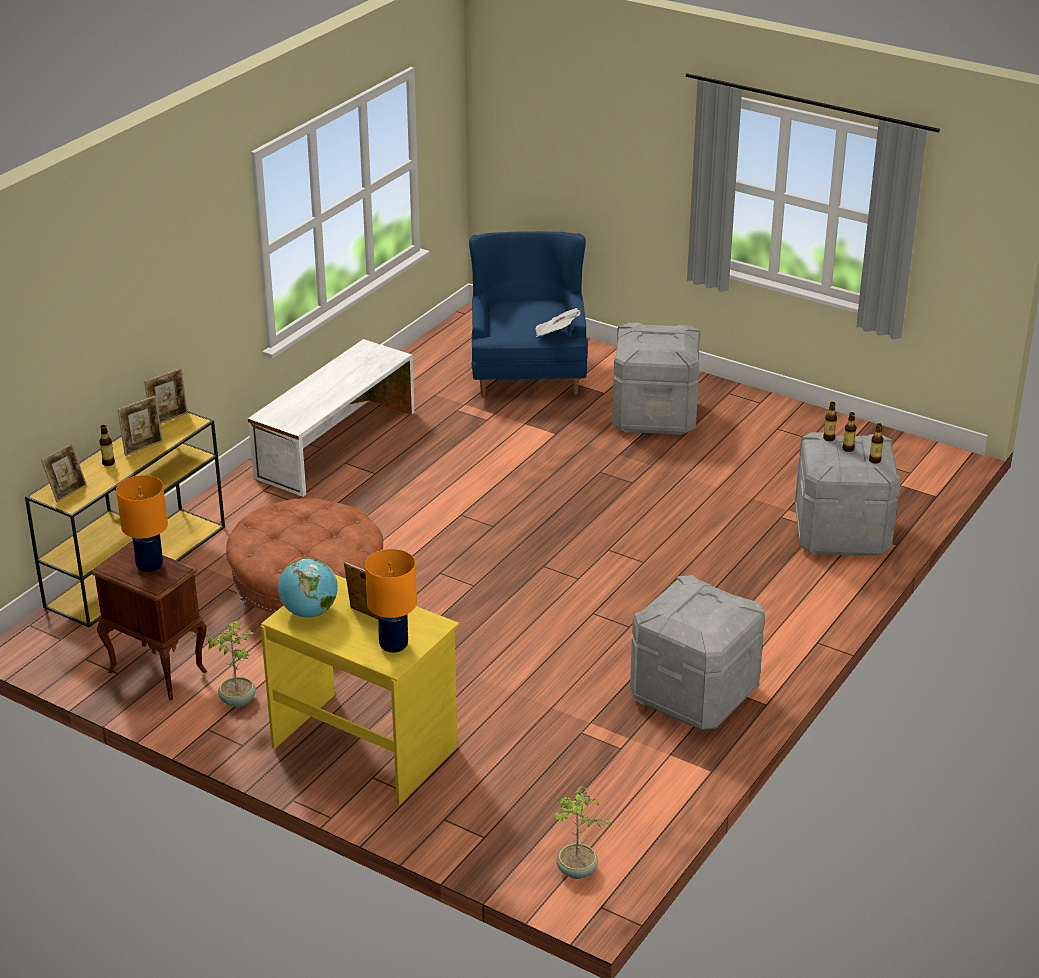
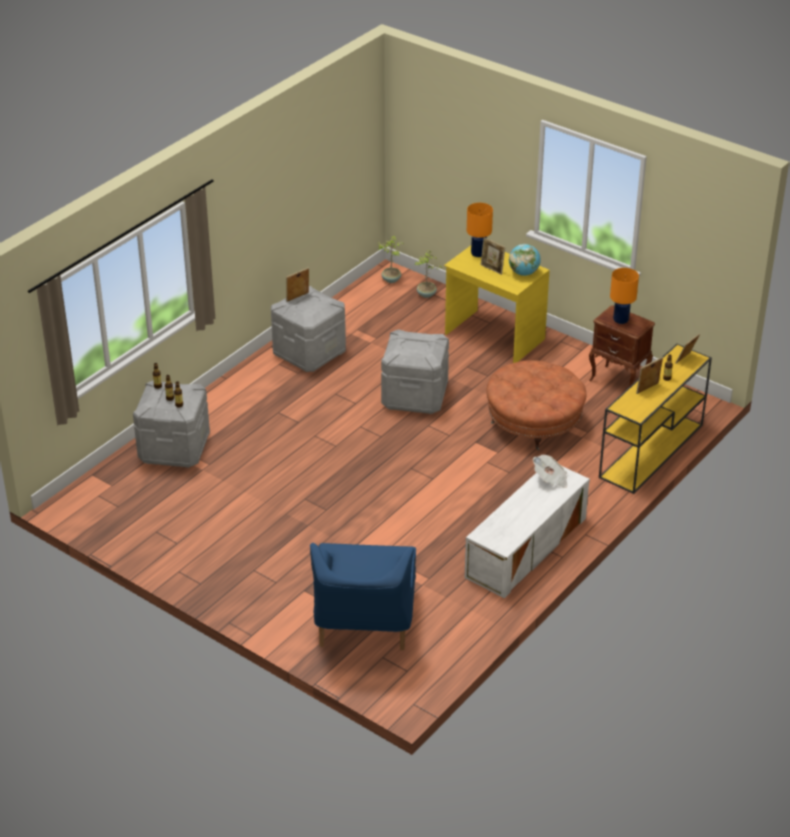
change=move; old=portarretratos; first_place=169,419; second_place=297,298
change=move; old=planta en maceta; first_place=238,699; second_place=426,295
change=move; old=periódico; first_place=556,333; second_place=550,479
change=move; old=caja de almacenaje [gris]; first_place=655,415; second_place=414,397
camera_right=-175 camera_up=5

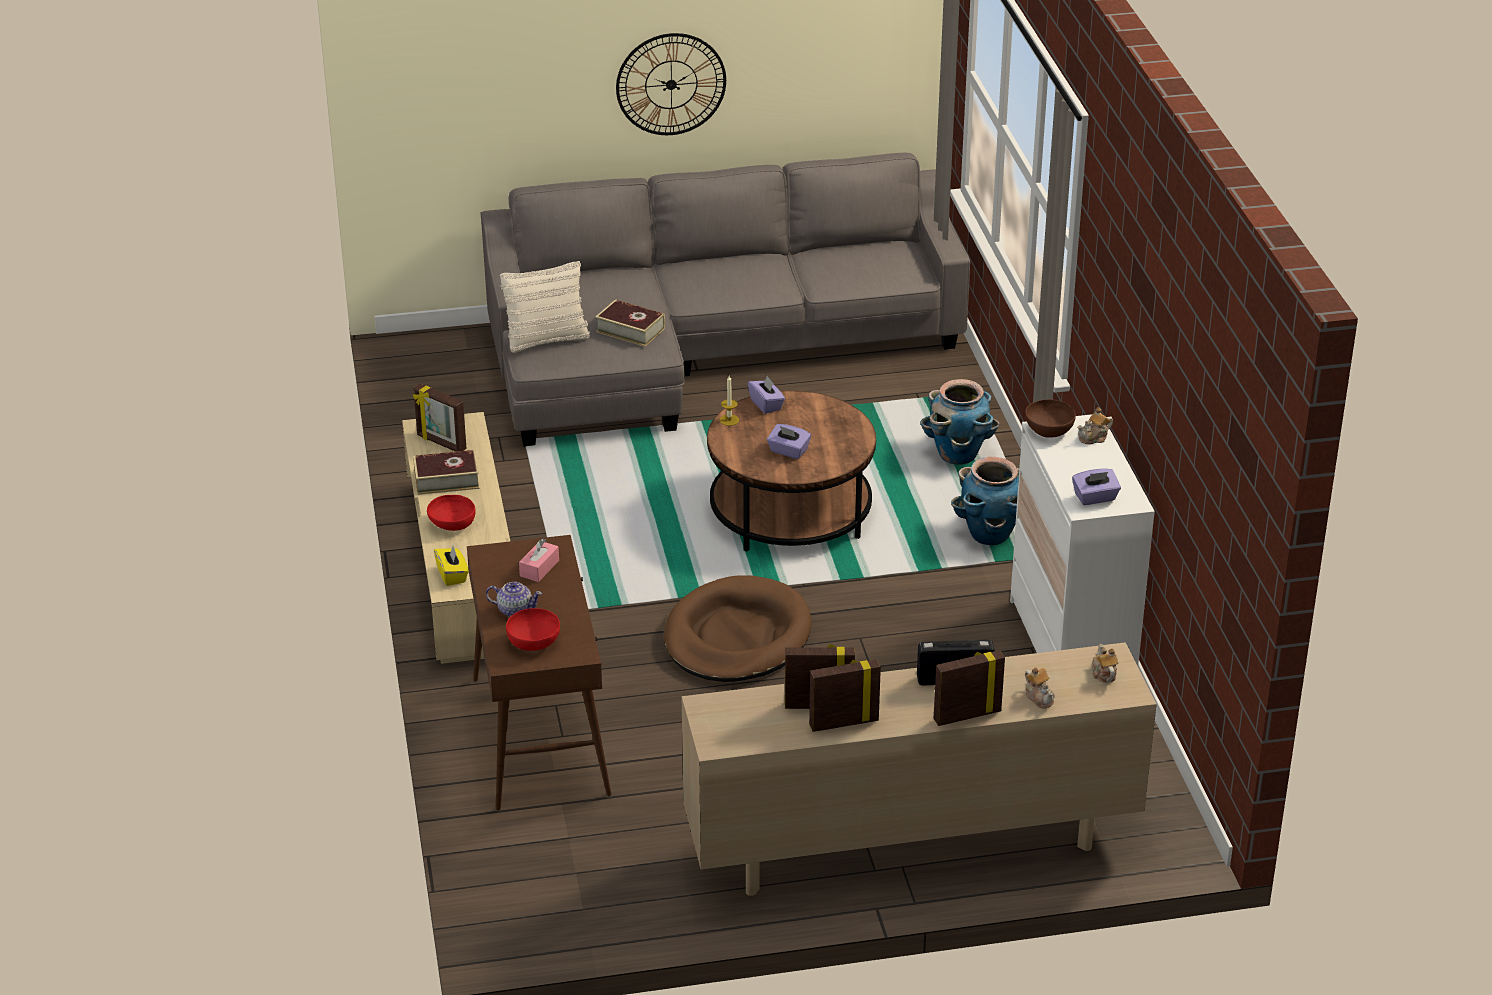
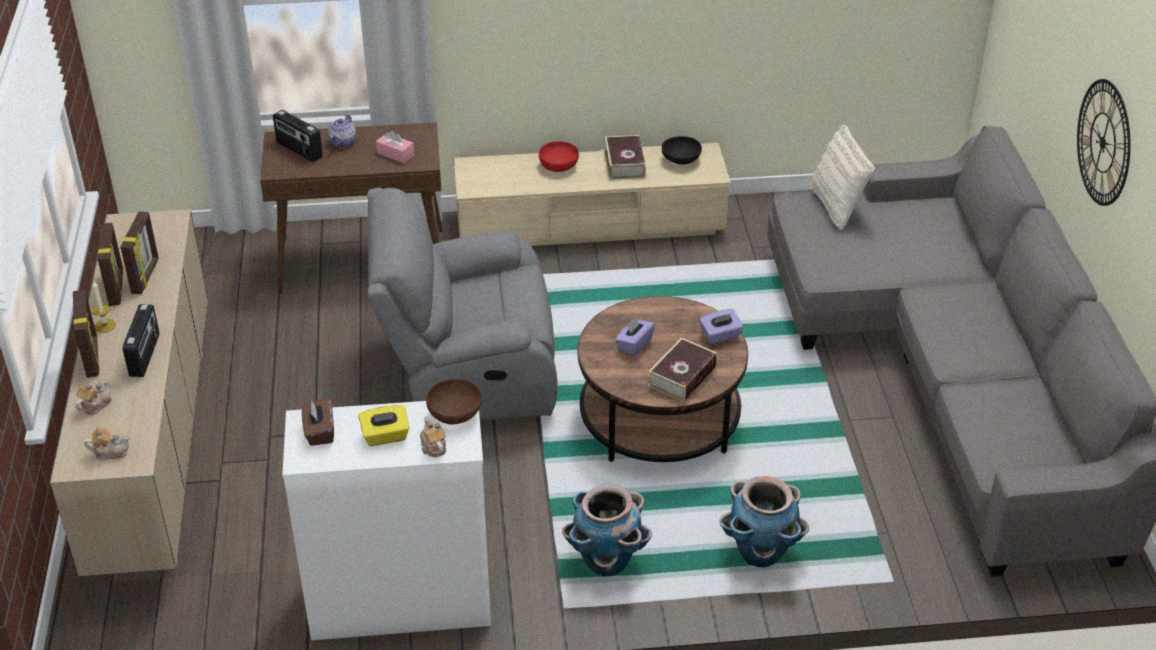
change=move; old=caja de pañuelos [amarillo]; first_place=452,575; second_place=385,436
change=move; old=libro; first_place=630,330; second_place=682,376
change=move; old=vela; first_place=729,420; second_place=105,325
change=replace; old=portarretratos; new=cuenco [negro]; first_place=441,443; second_place=680,161
change=replace; old=cuenco [rojo]; new=radio; first_place=534,642; second_place=299,150
change=replace; old=cama para perro [marrón]; new=sillón [gris]; first_place=736,637; second_place=468,371
change=recolor; old=caja de pañuelos [morado]; new=caja de pañuelos [marrón]; first_place=1095,498; second_place=319,432
change=rotate; old=tetera; first_place=1039,697; second_place=95,405; degrees=150
camera_right=95 camera_up=5

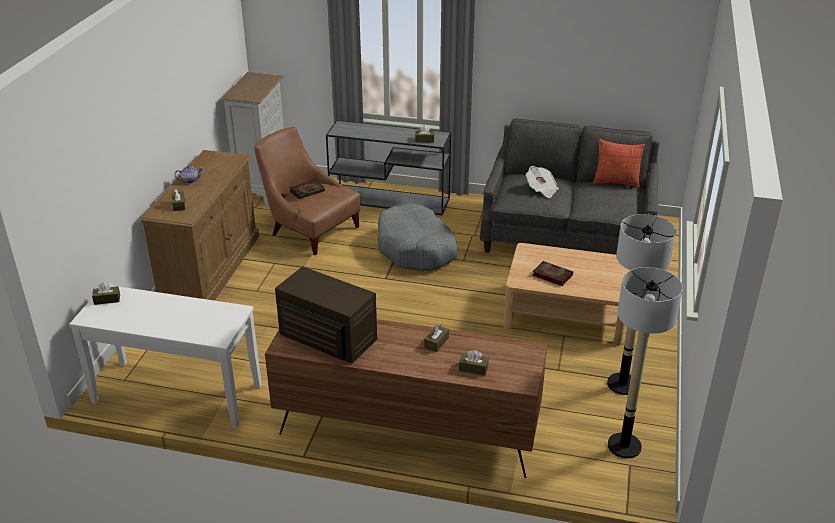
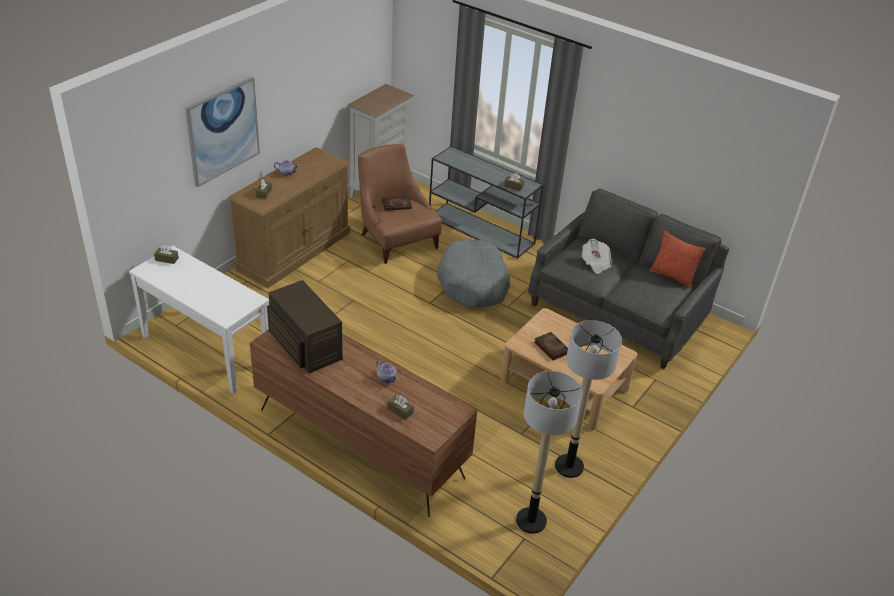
change=insert; new=cuadro; second_place=223,131
change=replace; old=caja de pañuelos [marrón]; new=tetera; first_place=436,343; second_place=387,378
camera_right=20 camera_up=5

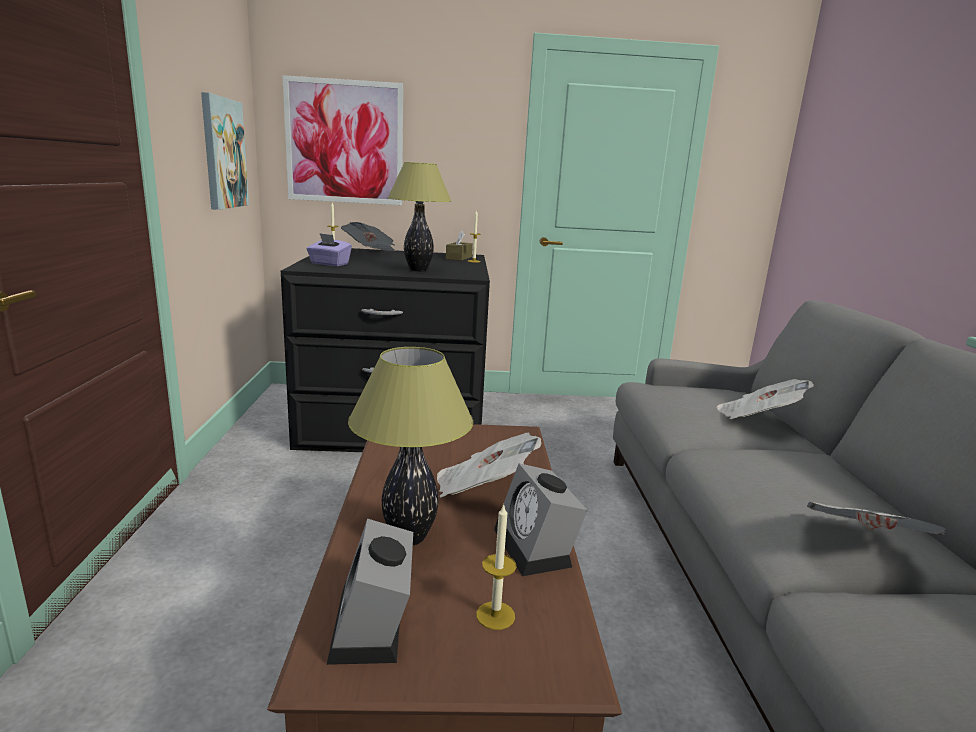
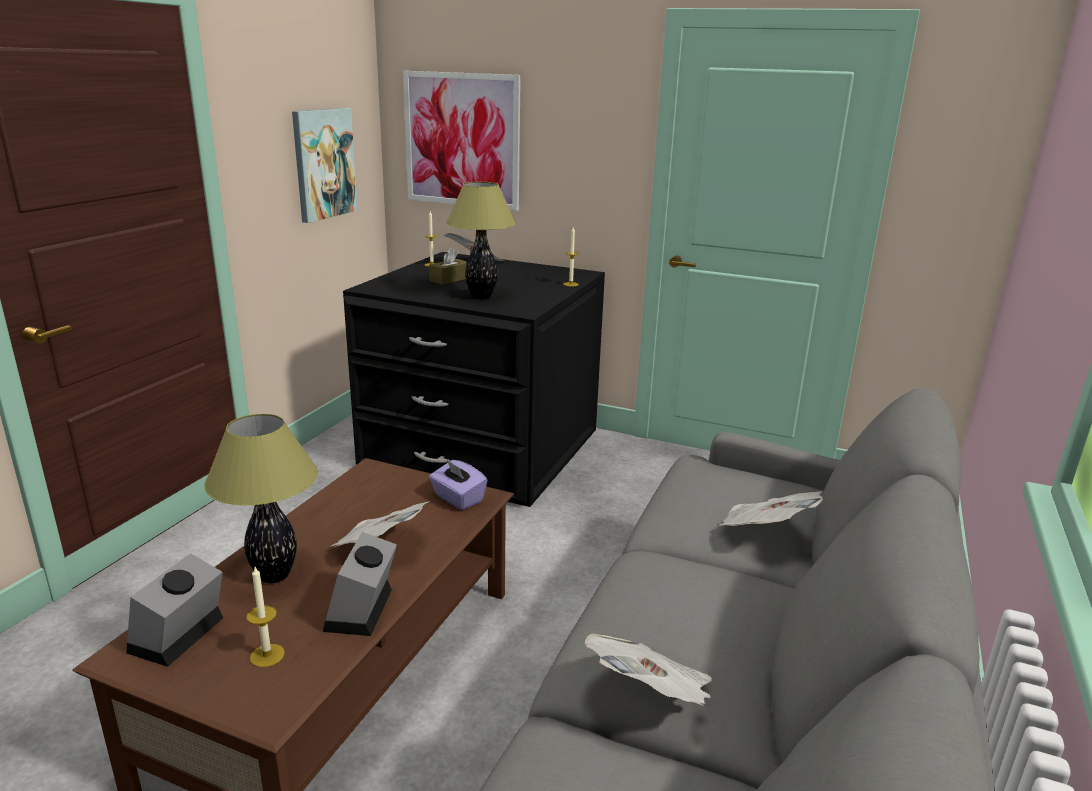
change=move; old=caja de pañuelos [morado]; first_place=329,264; second_place=457,499
change=move; old=caja de pañuelos [marrón]; first_place=459,258; second_place=450,279
camera_right=25 camera_up=5

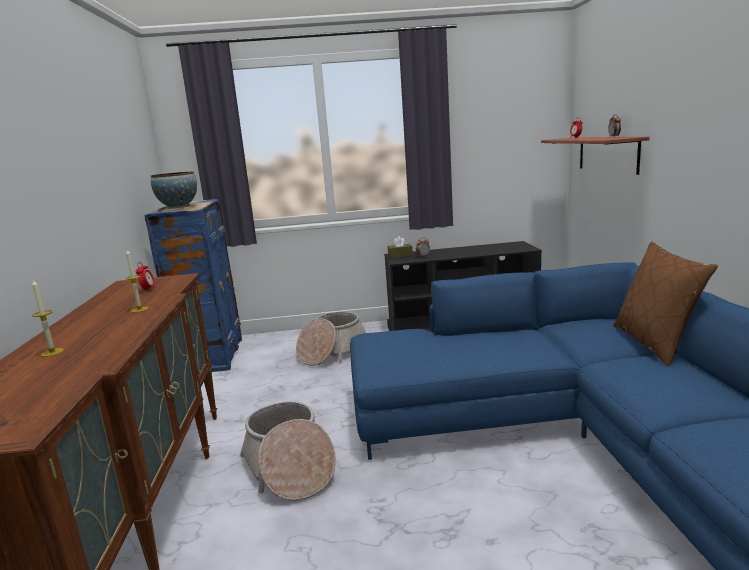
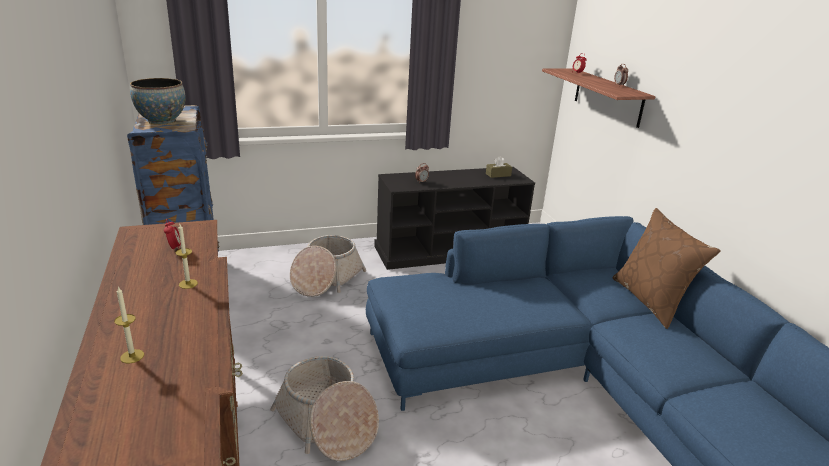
change=move; old=caja de pañuelos [marrón]; first_place=400,255; second_place=498,175
camera_right=-15 camera_up=10

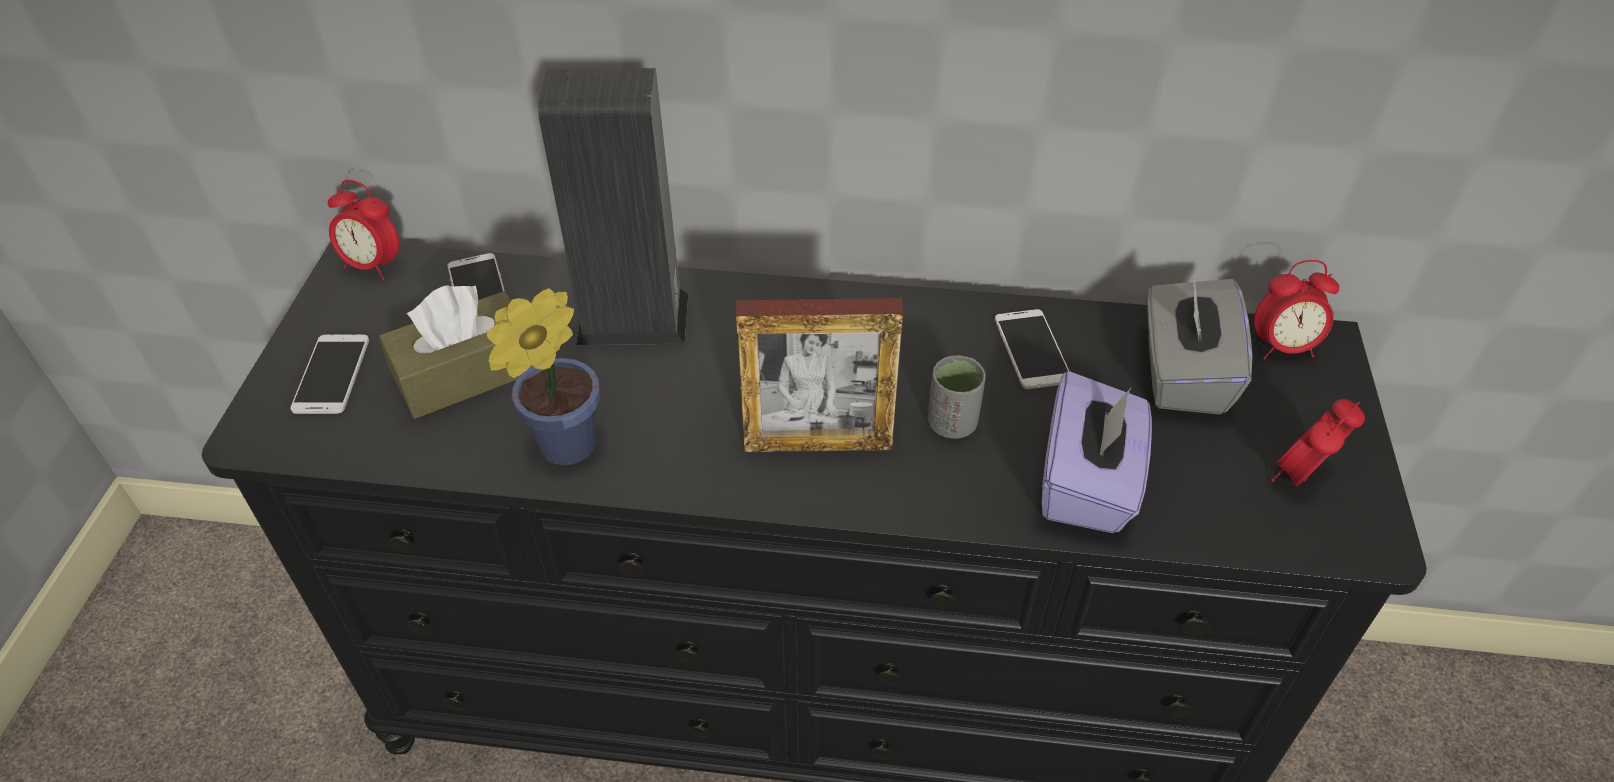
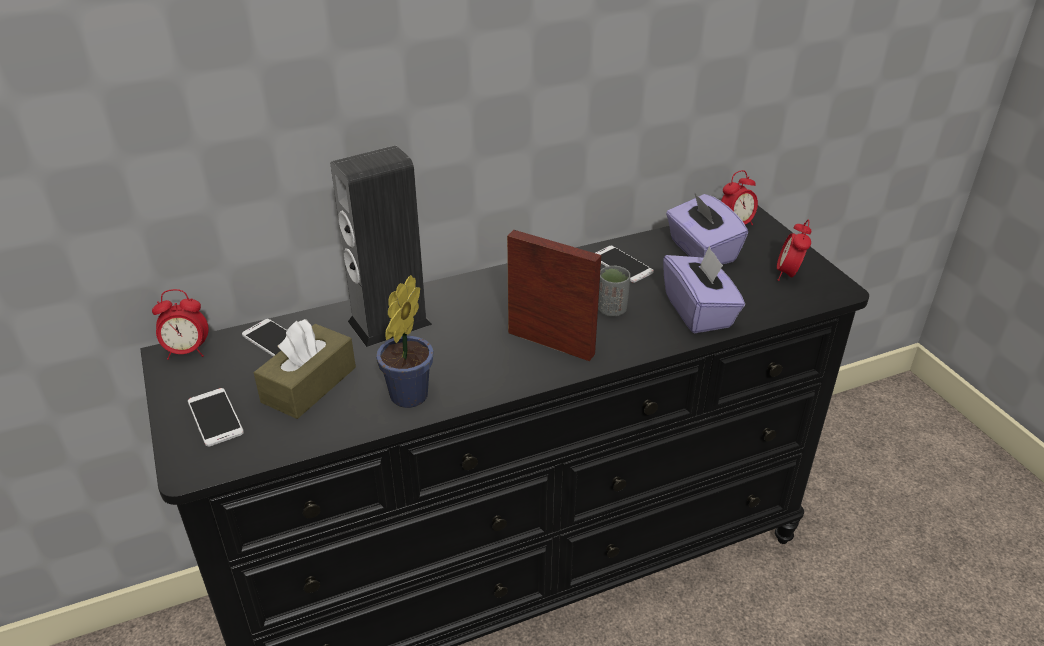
change=recolor; old=caja de pañuelos [gris]; new=caja de pañuelos [morado]; first_place=1182,374; second_place=701,251
change=rotate; old=portarretratos; first_place=818,443; second_place=551,343; degrees=-120
camera_right=-30 camera_up=-10

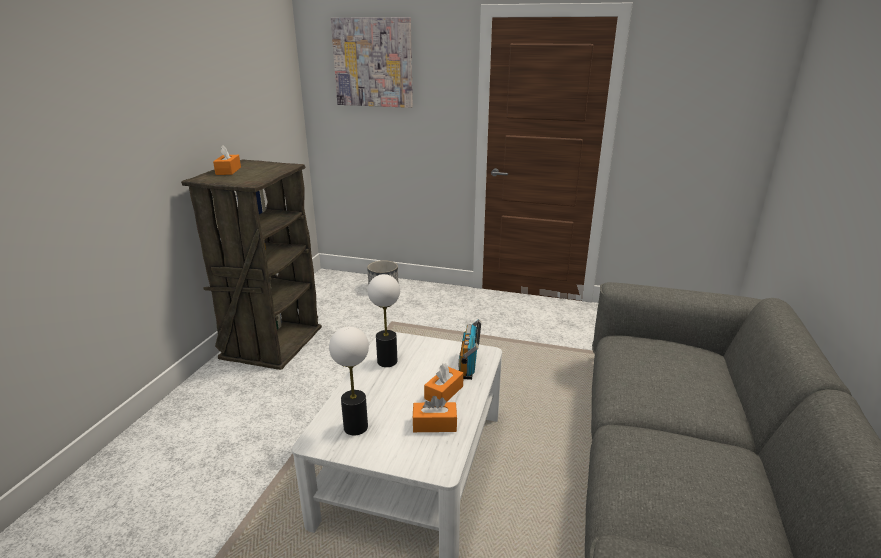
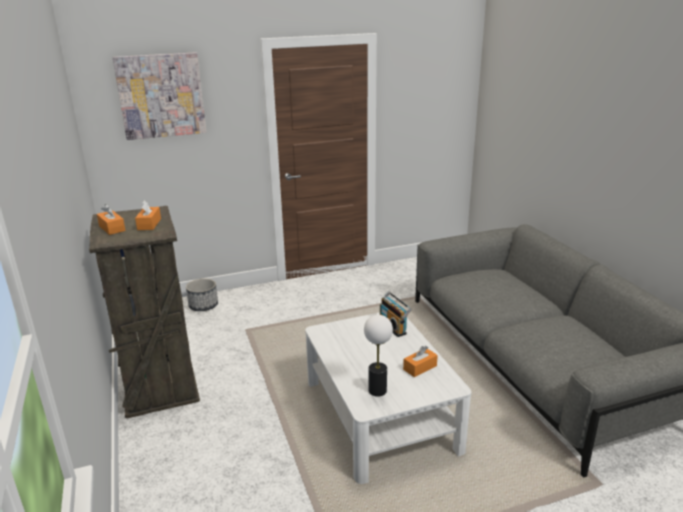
change=delete; old=lámpara de mesa; first_place=387,361
change=move; old=caja de pañuelos [naranja]; first_place=444,392; second_place=149,224
camera_right=-35 camera_up=0

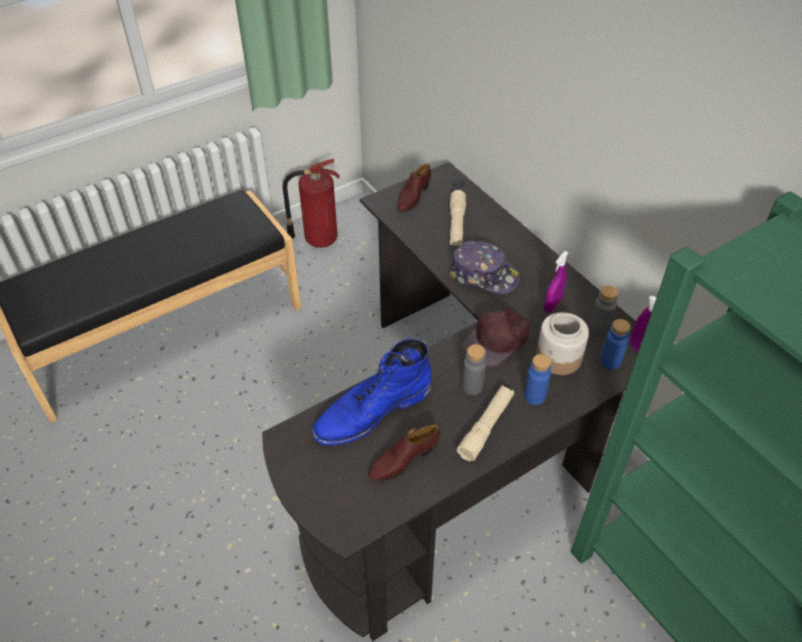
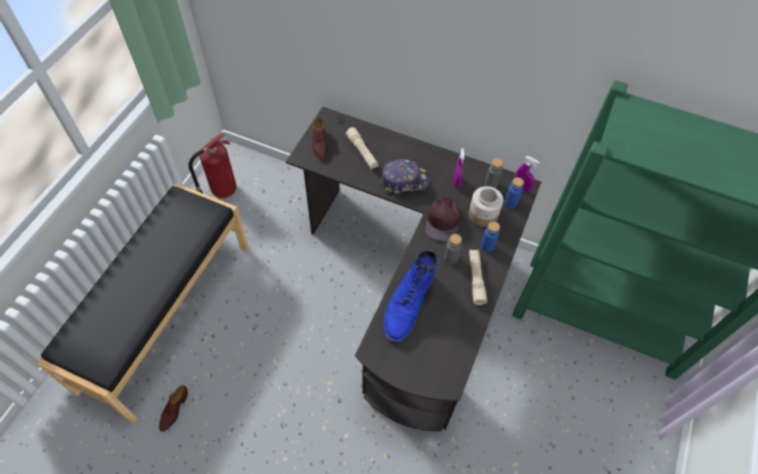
change=move; old=zapato [marrón]; first_place=403,459; second_place=174,410
camera_right=-35 camera_up=10

